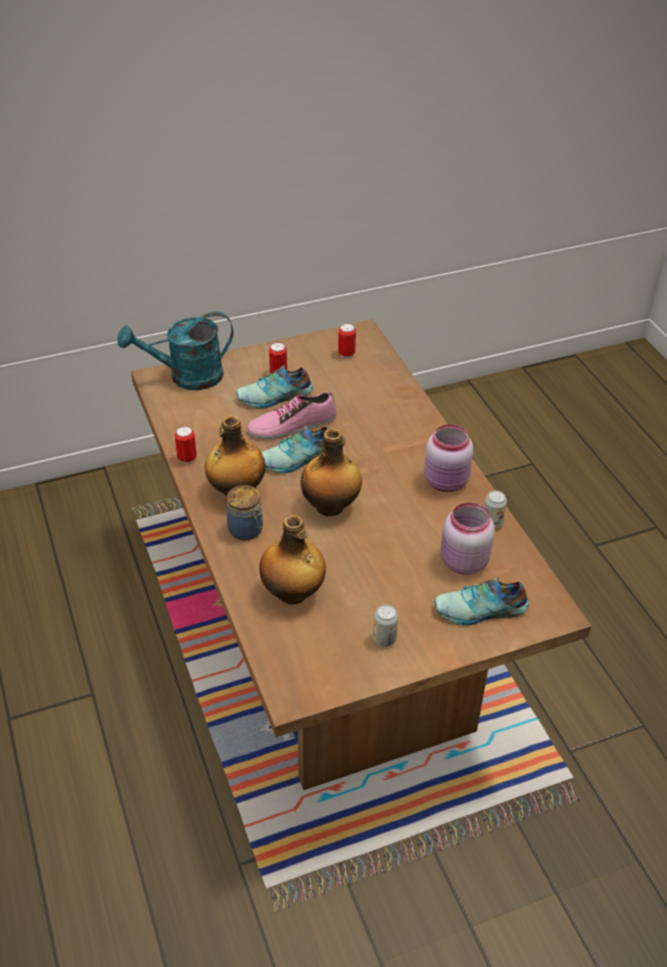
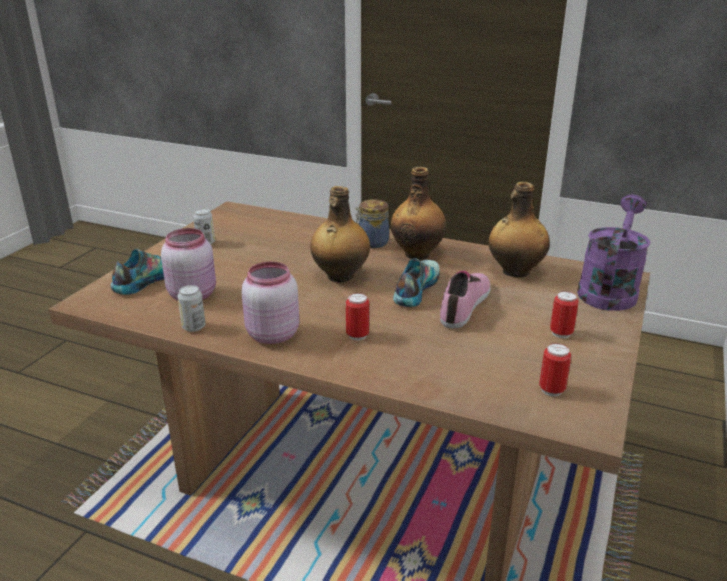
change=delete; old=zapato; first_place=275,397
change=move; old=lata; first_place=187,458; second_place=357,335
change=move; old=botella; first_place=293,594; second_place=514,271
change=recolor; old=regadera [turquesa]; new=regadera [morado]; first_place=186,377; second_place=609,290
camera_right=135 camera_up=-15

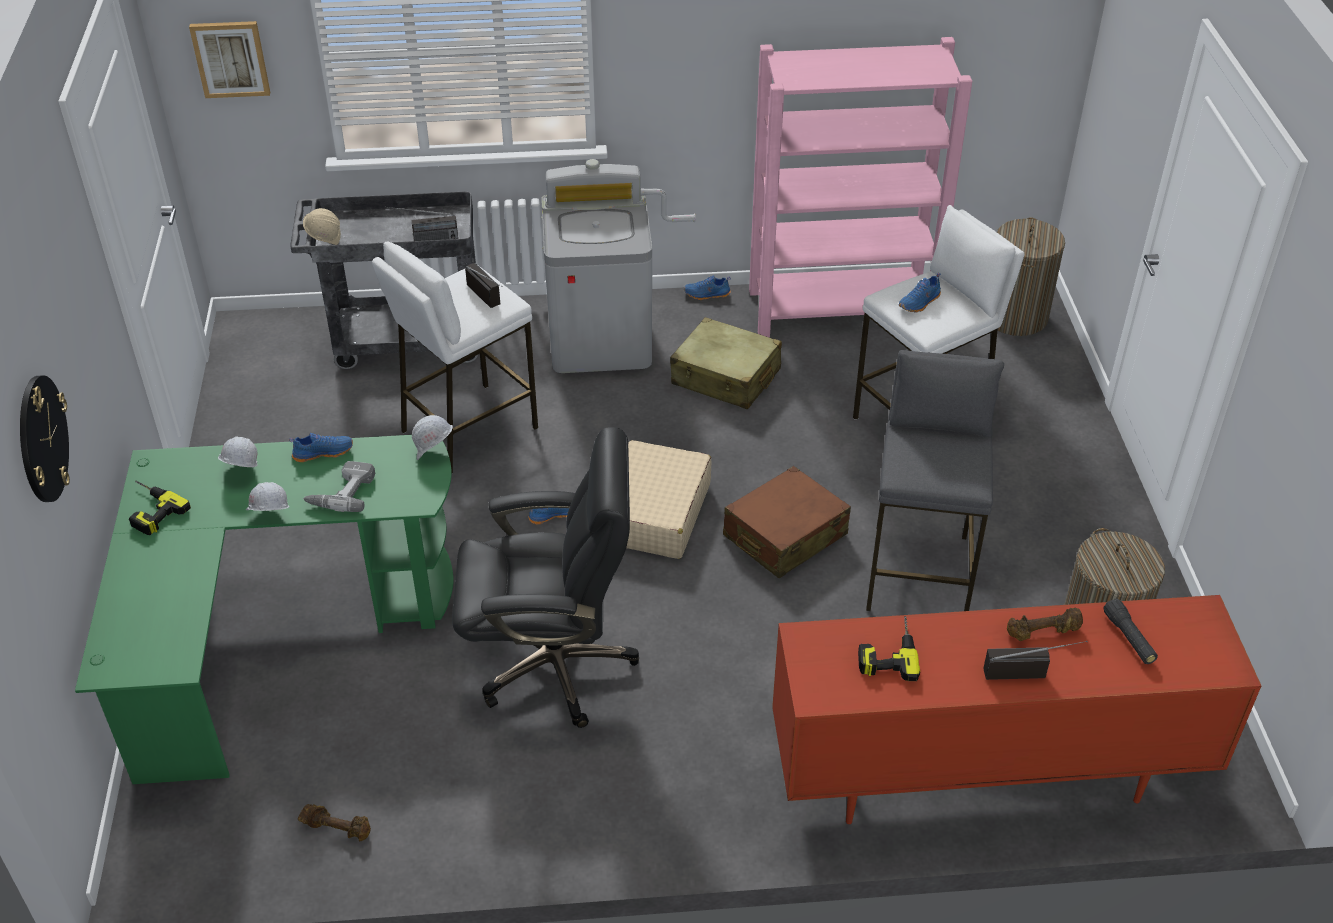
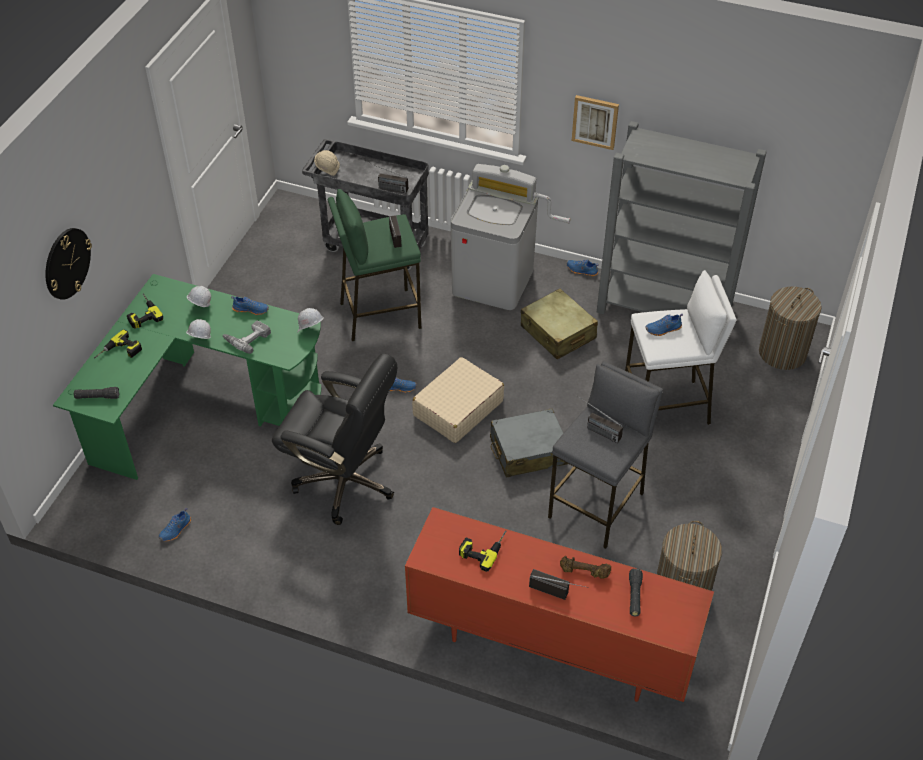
change=insert; new=linterna [negro]; second_place=97,397
change=insert; new=taladro; second_place=119,352
change=insert; new=radio; second_place=595,429
change=move; old=cuadro; first_place=230,58; second_place=595,121
change=replace; old=mancuerna [marrón]; new=zapato [azul]; first_place=337,828; second_place=176,530
change=recolor; old=taburete [blanco]; new=taburete [verde]; first_place=468,429; second_place=379,315
change=recolor; old=maleta [marrón]; new=maleta [gris]; first_place=784,536; second_place=528,451
change=recolor; old=estantería [rosa]; new=estantería [gris]; first_place=841,309; second_place=664,309
camera_right=25 camera_up=5

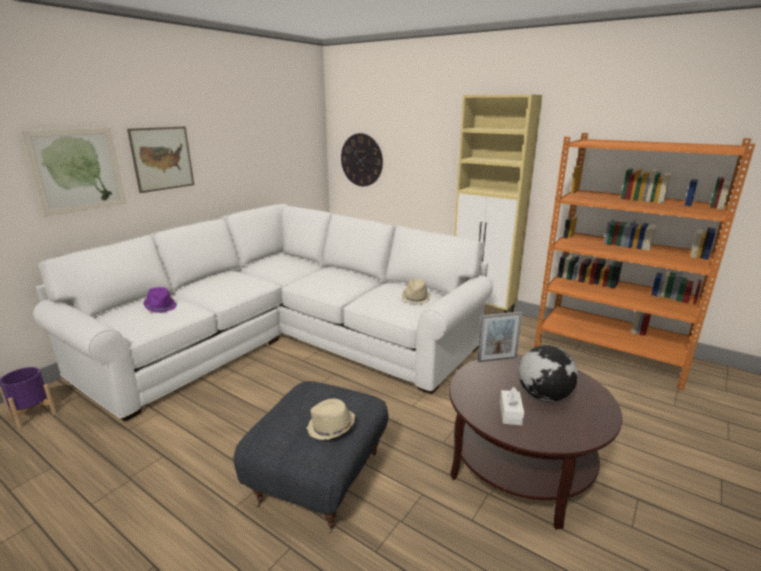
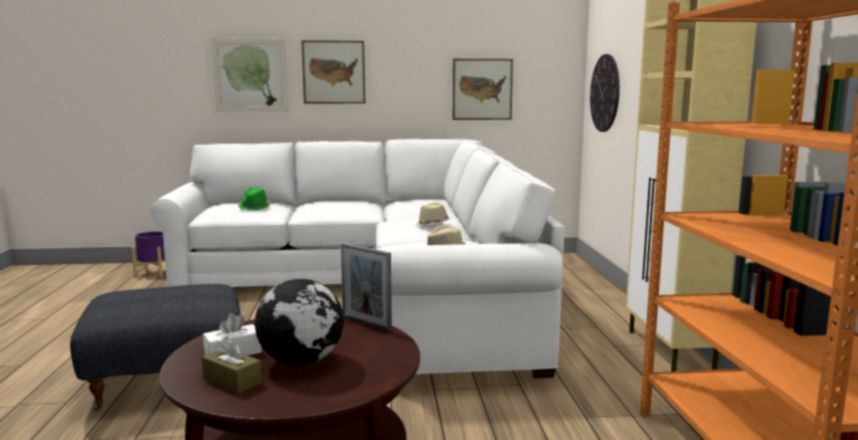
change=insert; new=caja de pañuelos [marrón]; second_place=232,381
change=insert; new=cuadro; second_place=482,89
change=move; old=sombrero [beis]; first_place=331,428; second_place=432,225
change=recolor; old=sombrero [morado]; new=sombrero [verde]; first_place=161,307; second_place=255,207
camera_right=50 camera_up=-10

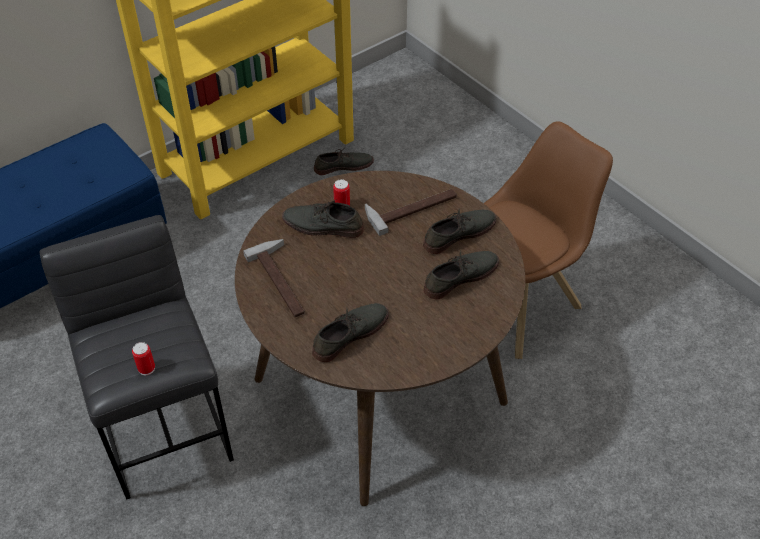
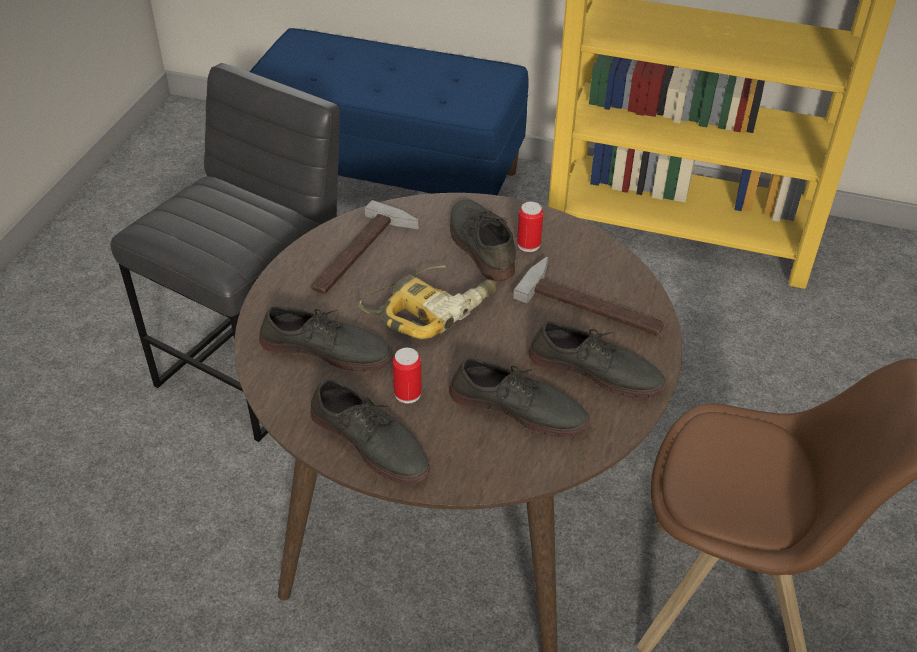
change=insert; new=taladro; second_place=430,307
change=move; old=lata; first_place=146,368; second_place=407,394
change=move; old=zapato [gris]; first_place=343,166; second_place=370,441
camera_right=55 camera_up=-5

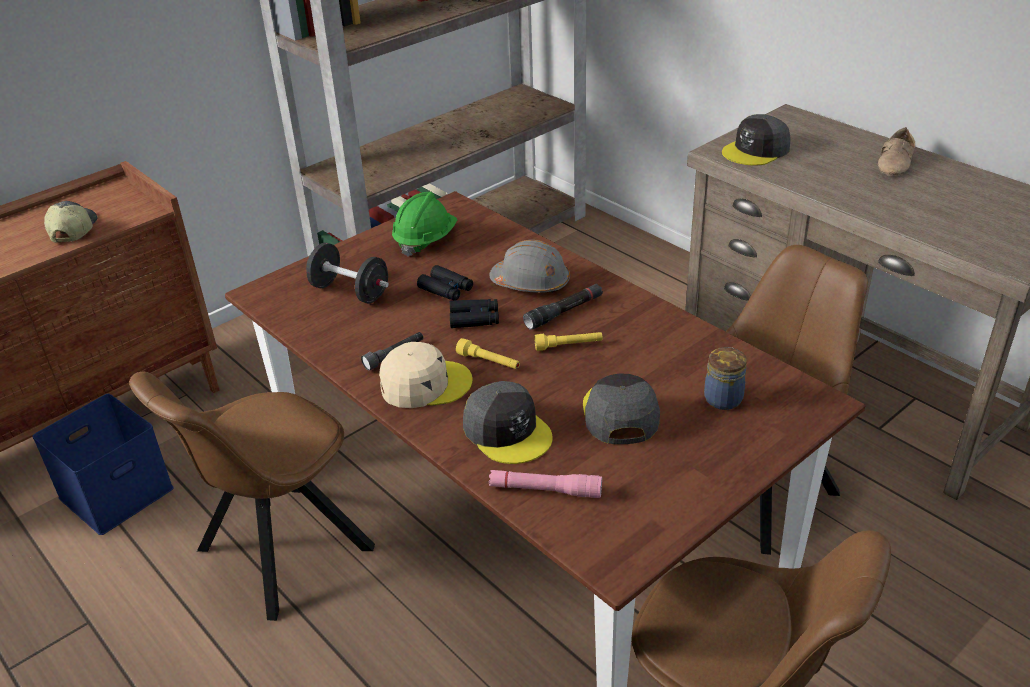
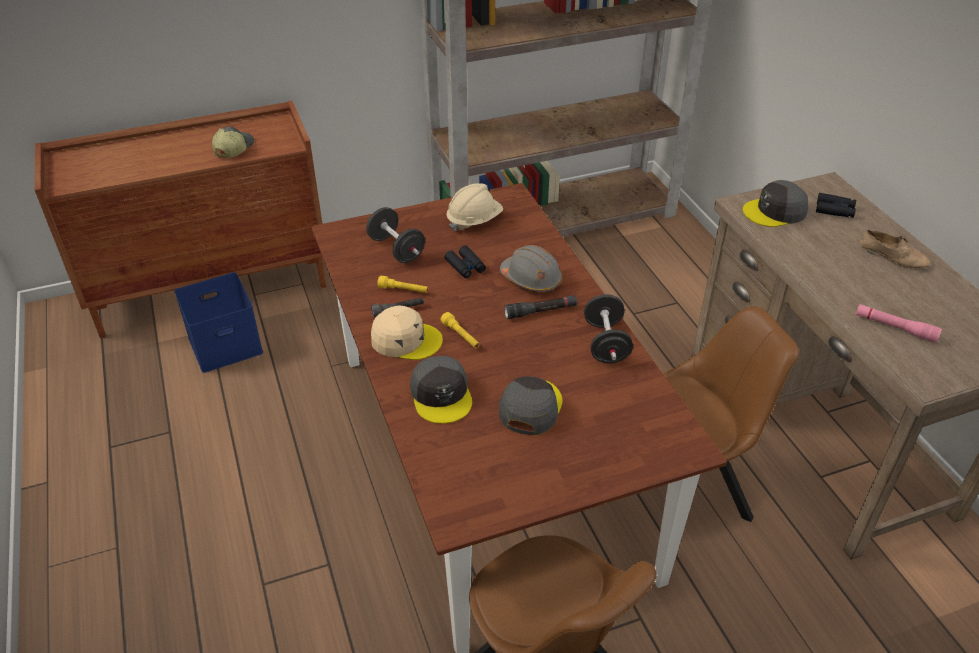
change=delete; old=silla [marrón]; first_place=281,551
change=delete; old=tarro; first_place=723,398
change=insert; new=mancuerna [negro]; second_place=606,343
change=move; old=prismáticos [negro]; first_place=474,319; second_place=834,210
change=move; old=linterna [rosa]; first_place=545,490; second_place=895,328
change=move; old=linterna [amarillo]; first_place=568,346; second_place=403,290
change=recolor; old=casco [verde]; new=casco [beis]; first_place=425,240; second_place=474,221
change=rotate; old=zapato [beis]; first_place=897,163; second_place=893,256; degrees=-105
camera_right=20 camera_up=5

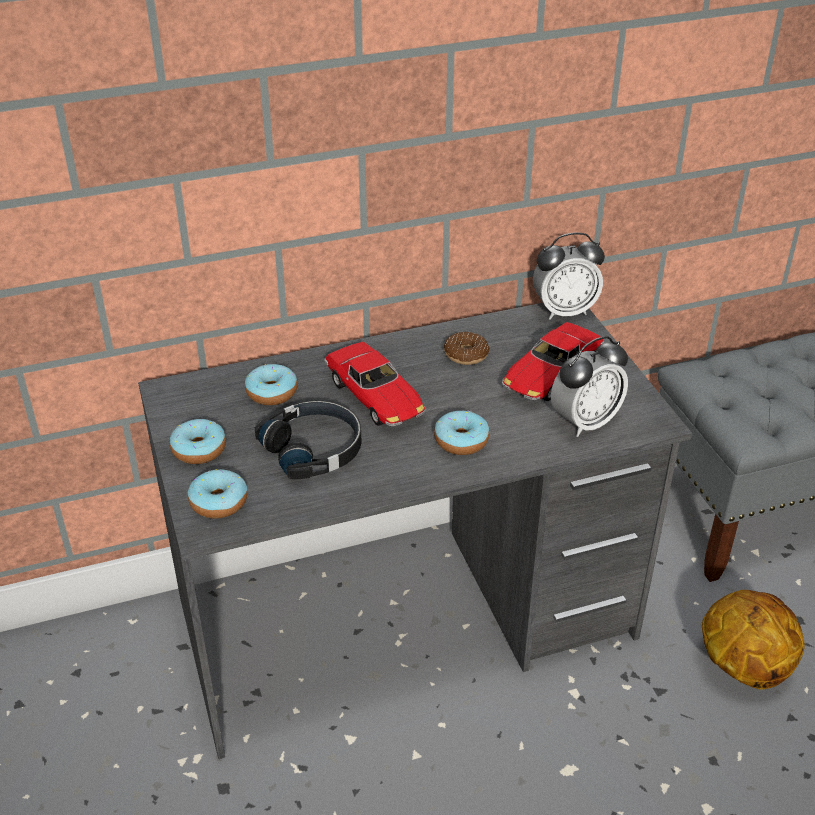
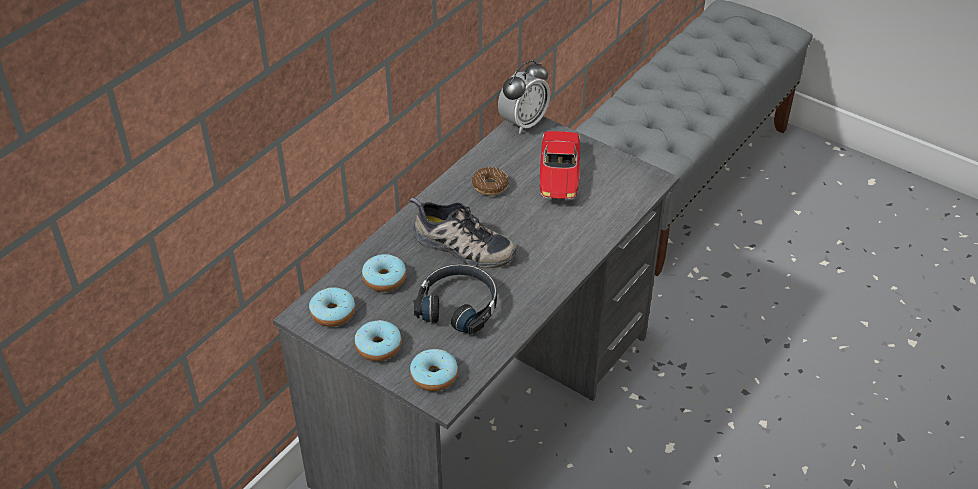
change=delete; old=despertador; first_place=585,422
change=delete; old=balón de baloncesto; first_place=742,666
change=move; old=rosquilla; first_place=461,441; second_place=333,313
change=replace; old=coche de juguete; new=zapato; first_place=375,397; second_place=461,247
camera_right=-35 camera_up=5

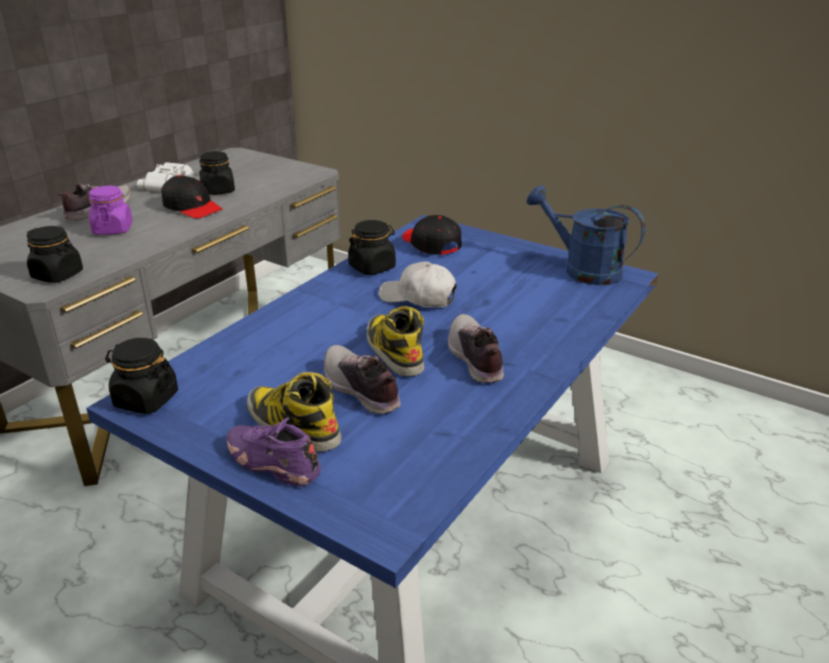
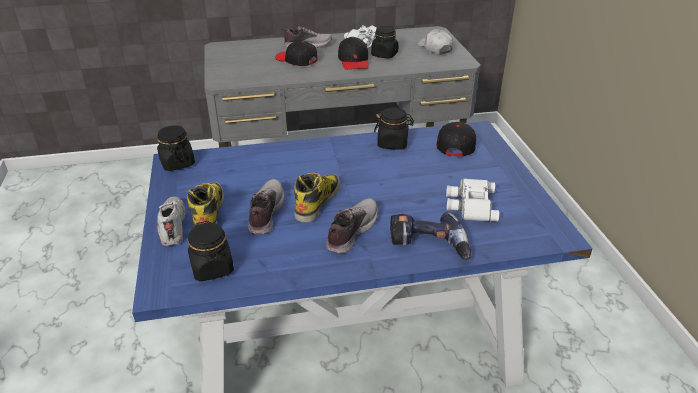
change=delete; old=regadera [azul]; first_place=582,269
change=insert; new=taladro; second_place=428,246
change=insert; new=prismáticos [blanco]; second_place=470,204
change=move; old=tarro [negro]; first_place=58,275; second_place=212,268
change=move; old=gorra [blanco]; first_place=418,297; second_place=435,48
change=replace; old=tarro [morado]; new=gorra [negro]; first_place=113,229; second_place=296,60
change=recolor; old=zapato [morado]; new=zapato [blanco]; first_place=271,462; second_place=172,225
camera_right=45 camera_up=5

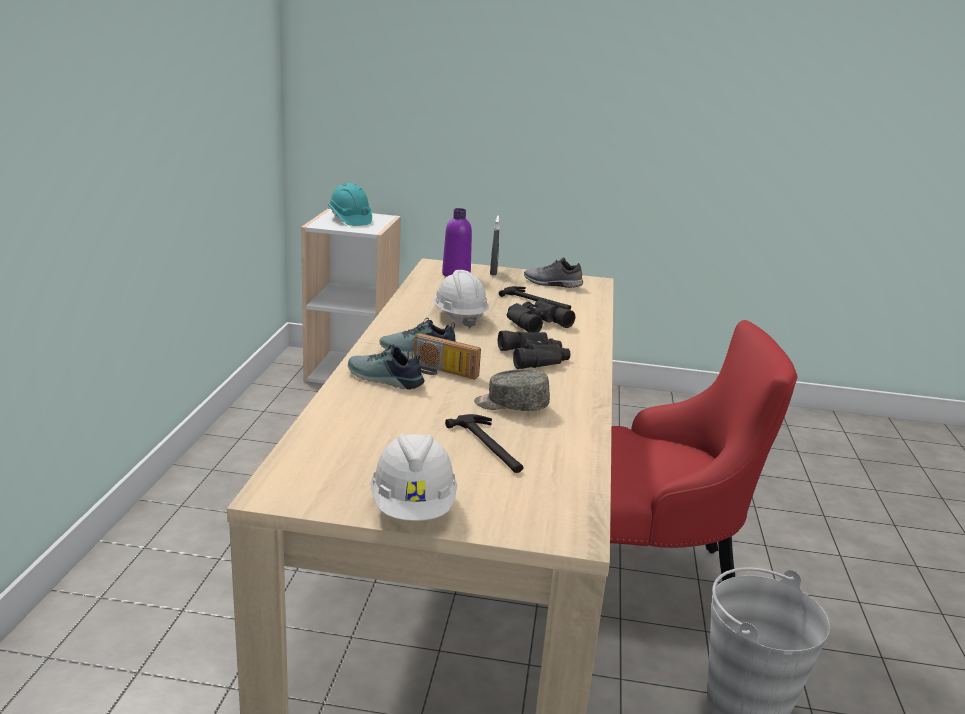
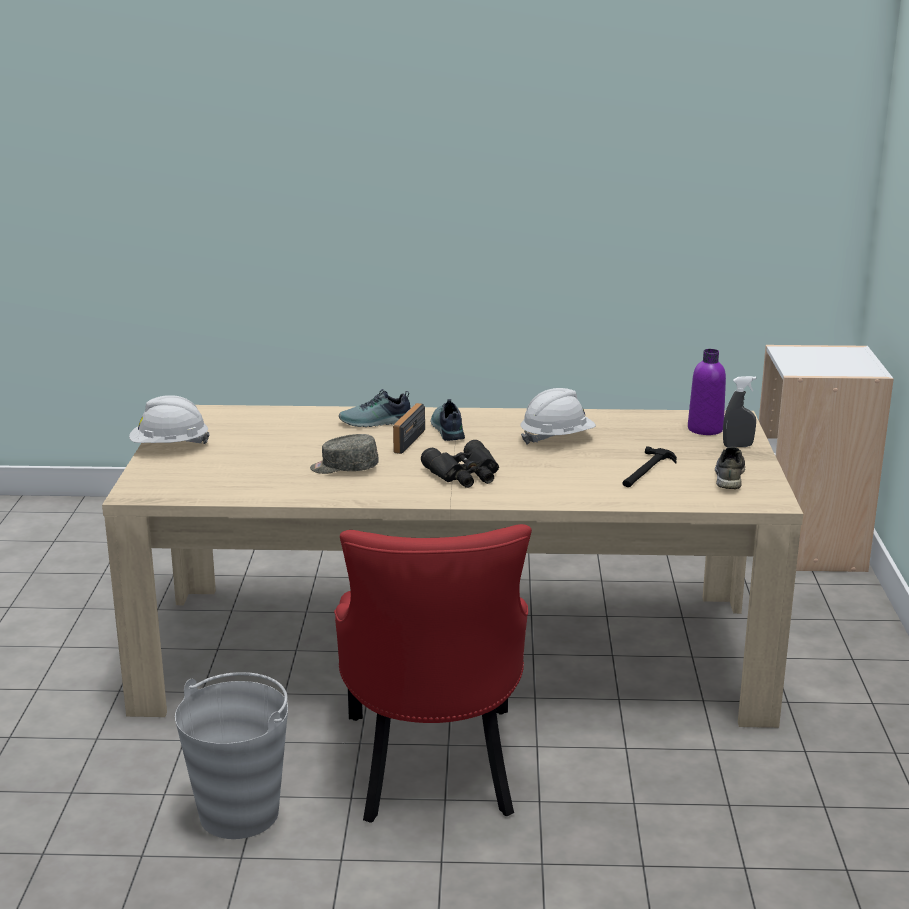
change=delete; old=casco [turquesa]; first_place=350,219
change=delete; old=martillo; first_place=489,446
change=delete; old=prismáticos [negro]; first_place=534,322
change=rotate; old=zapato; first_place=383,379; second_place=376,423; degrees=-120
change=rotate; old=gorra [gris]; first_place=511,405; second_place=344,468; degrees=-90
camera_right=85 camera_up=0

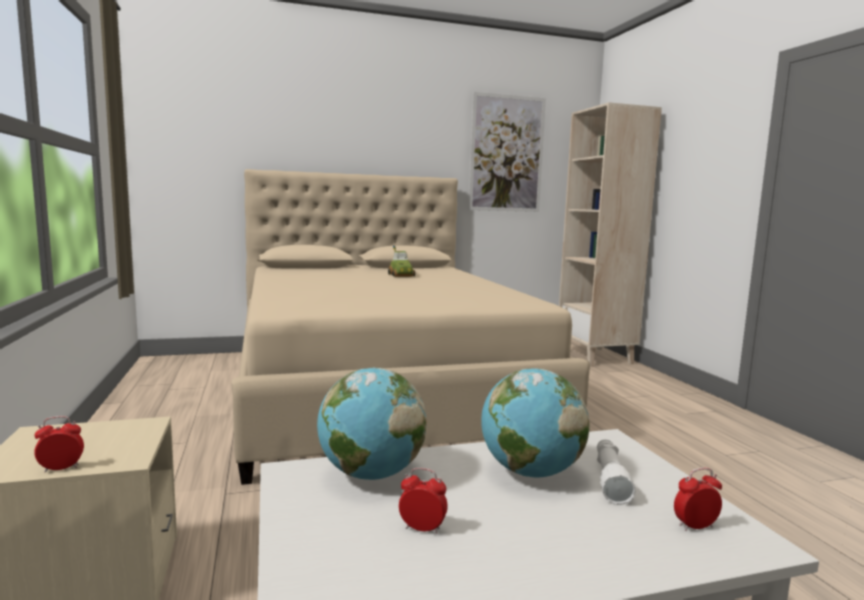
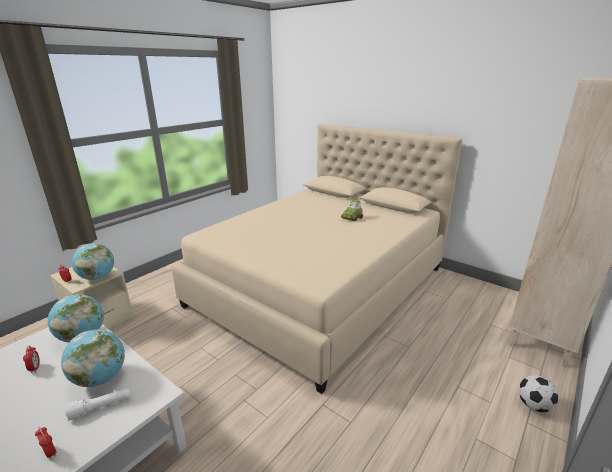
change=delete; old=cuadro; first_place=506,154
change=insert; new=globo terráqueo; second_place=97,277
change=insert; new=balón de fútbol; second_place=533,405
camera_right=55 camera_up=15

